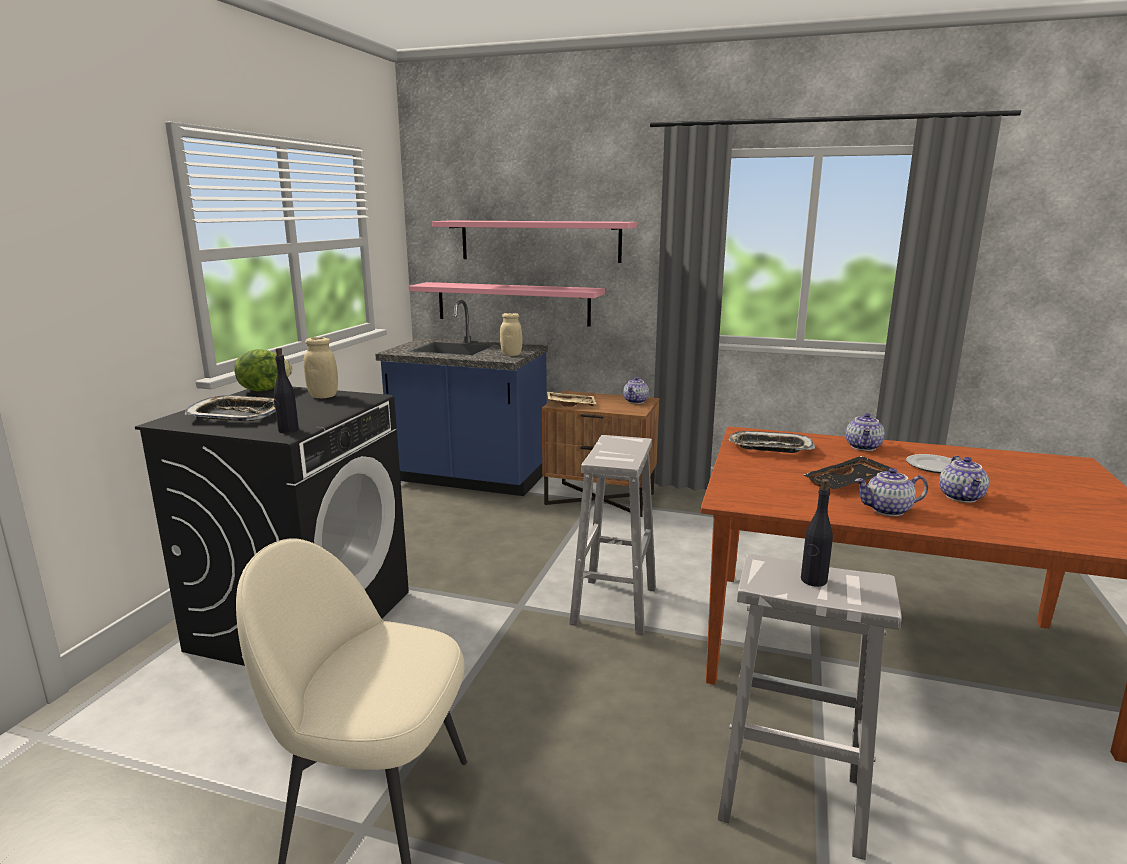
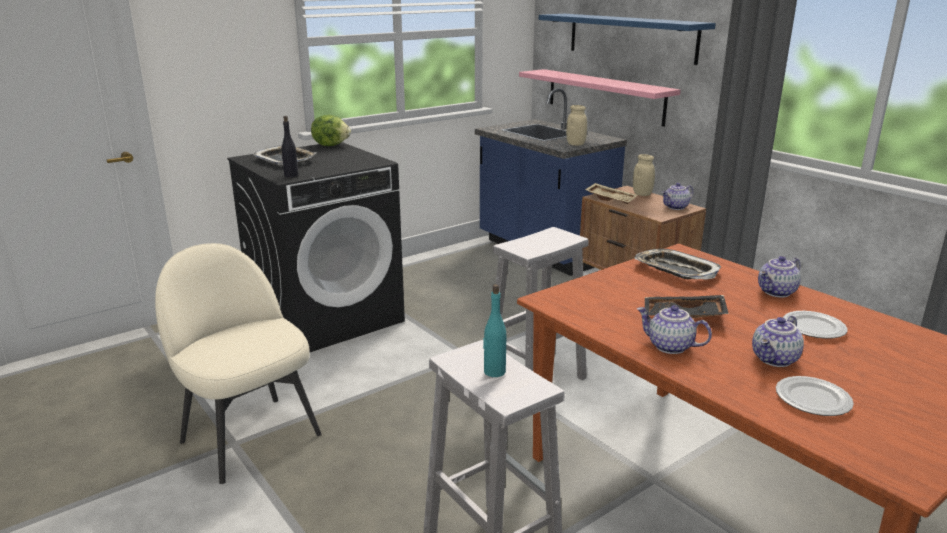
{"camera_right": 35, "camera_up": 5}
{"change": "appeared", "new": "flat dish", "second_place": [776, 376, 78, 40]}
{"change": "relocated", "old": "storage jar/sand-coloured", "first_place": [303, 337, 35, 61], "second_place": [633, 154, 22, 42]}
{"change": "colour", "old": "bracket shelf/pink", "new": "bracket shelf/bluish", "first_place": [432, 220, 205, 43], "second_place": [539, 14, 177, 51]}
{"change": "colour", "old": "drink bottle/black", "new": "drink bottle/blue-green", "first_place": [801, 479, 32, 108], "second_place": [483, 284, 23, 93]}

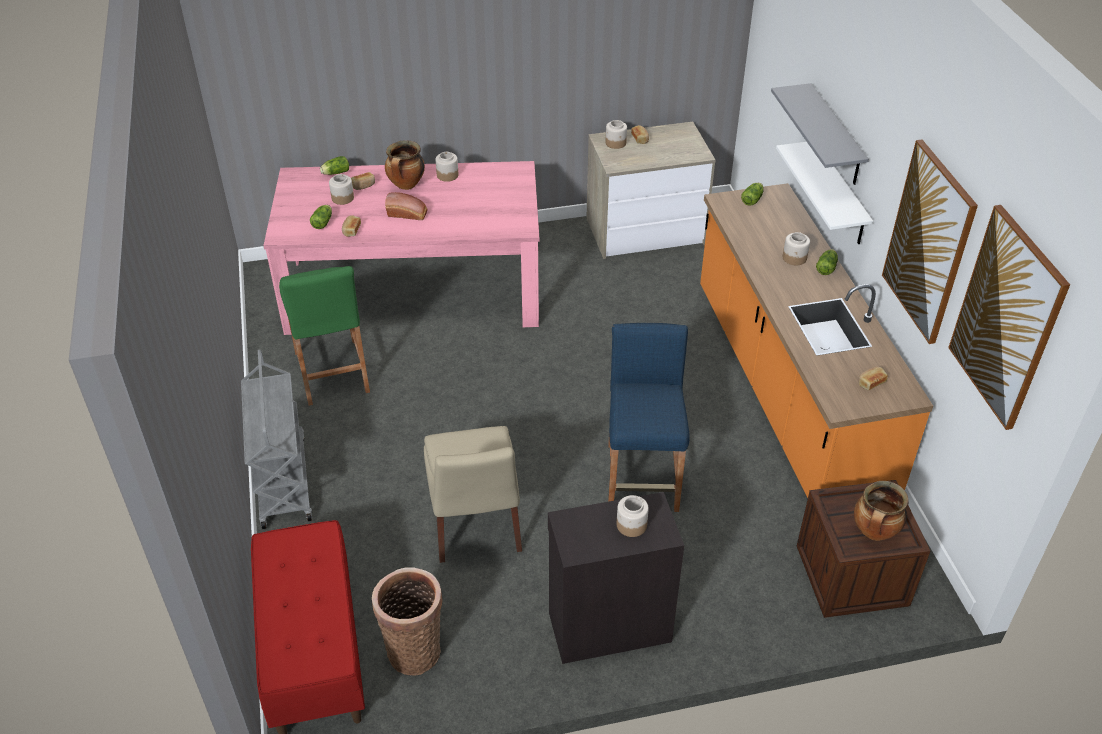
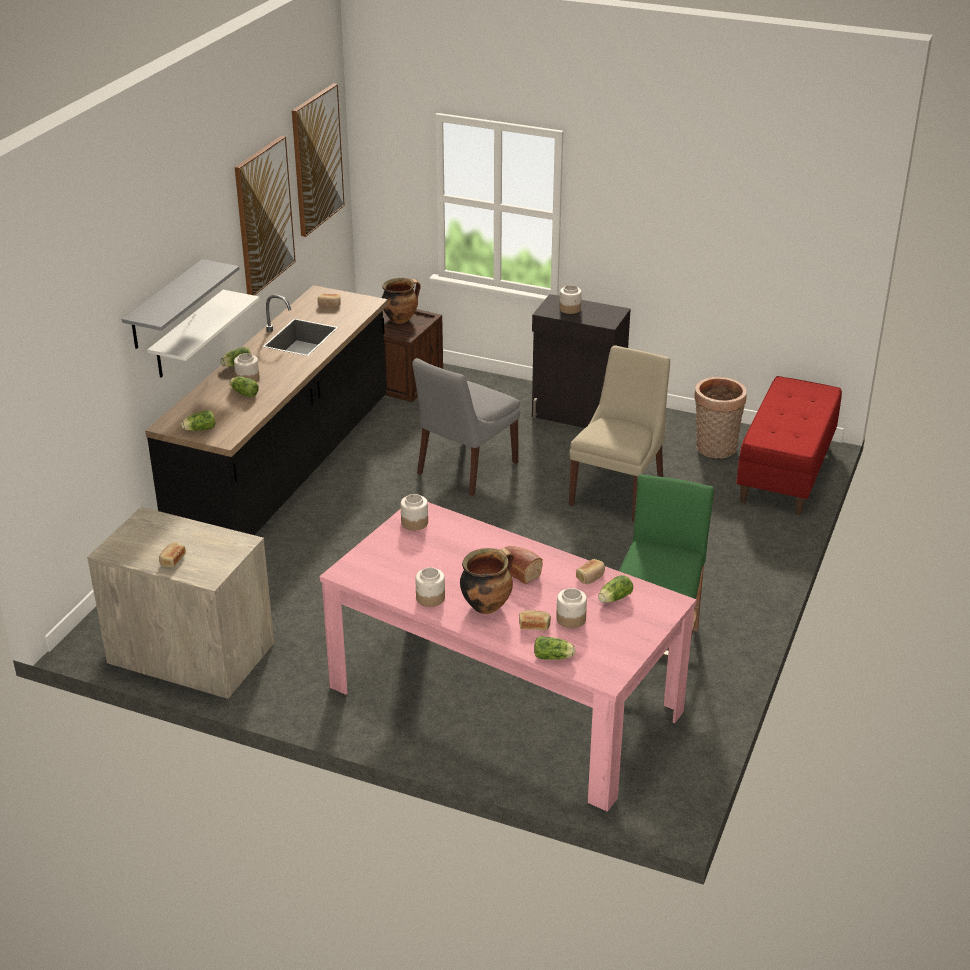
{"camera_right": -145, "camera_up": -10}
{"change": "missing", "old": "trolley/greyish", "first_place": [241, 349, 71, 180]}
{"change": "appeared", "new": "head of lettuce", "second_place": [229, 376, 30, 22]}
{"change": "relocated", "old": "storage jar", "first_place": [605, 120, 22, 29], "second_place": [401, 494, 27, 37]}
{"change": "exchanged", "old": "stool seat/bluish", "new": "chair/greyish", "first_place": [608, 323, 81, 189], "second_place": [412, 358, 108, 138]}
{"change": "colour", "old": "kitchen counter/orange-coloured", "new": "kitchen counter/black", "first_place": [700, 183, 233, 315], "second_place": [145, 285, 243, 250]}

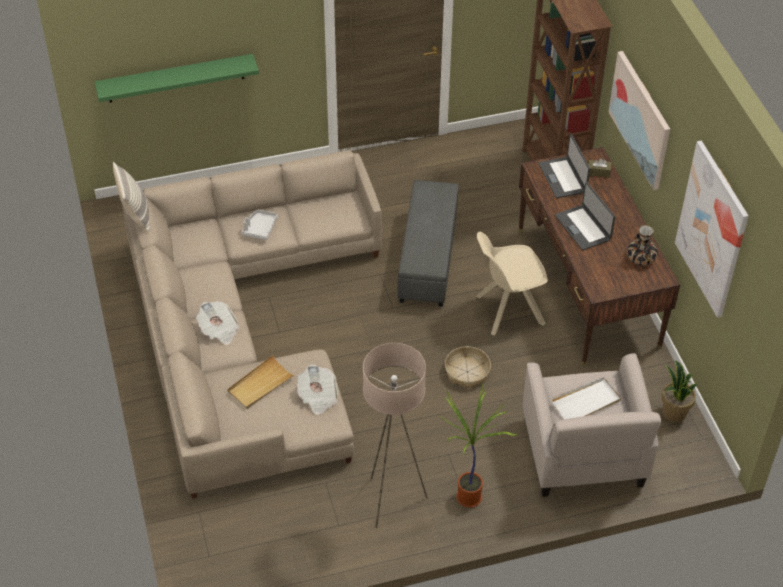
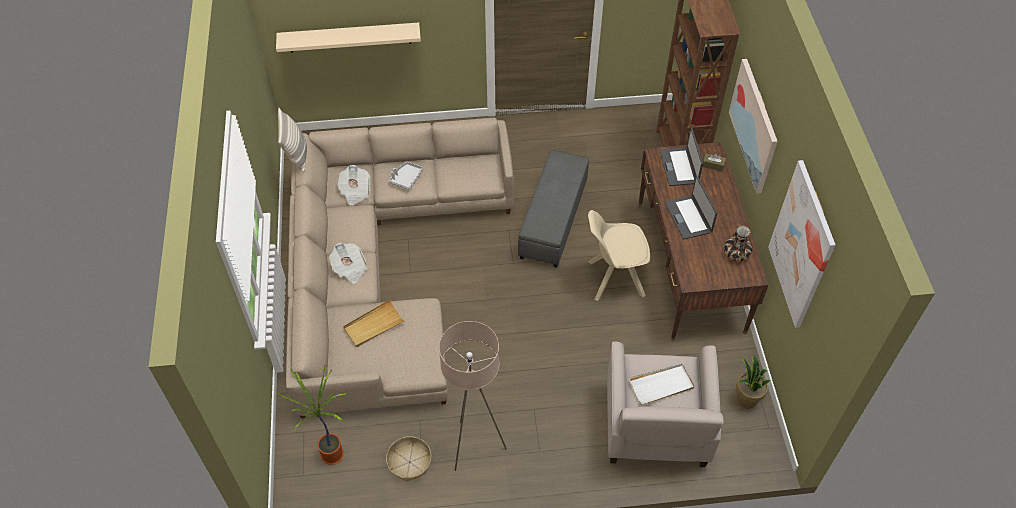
{"camera_right": 10, "camera_up": 5}
{"change": "relocated", "old": "daily paper", "first_place": [297, 364, 41, 51], "second_place": [337, 165, 34, 40]}
{"change": "relocated", "old": "houseplant", "first_place": [441, 383, 76, 125], "second_place": [275, 366, 71, 99]}
{"change": "relocated", "old": "household basket", "first_place": [445, 346, 46, 43], "second_place": [386, 436, 46, 46]}
{"change": "colour", "old": "bracket shelf/green", "new": "bracket shelf/sand-coloured", "first_place": [94, 54, 165, 49], "second_place": [276, 23, 145, 30]}

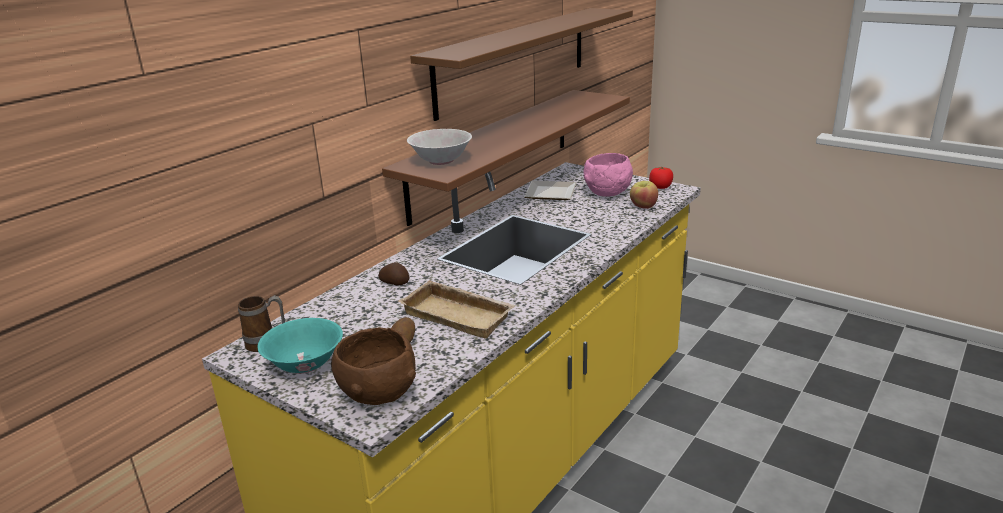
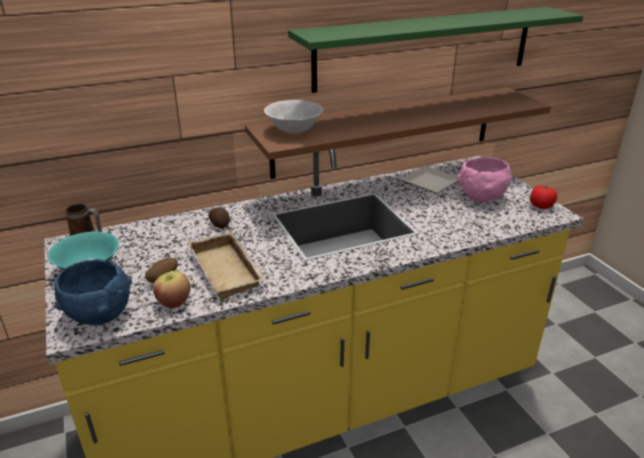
{"camera_right": 30, "camera_up": 5}
{"change": "relocated", "old": "whole apple", "first_place": [630, 181, 28, 28], "second_place": [153, 271, 38, 37]}
{"change": "colour", "old": "serving bowl/brown", "new": "serving bowl/bluish", "first_place": [331, 327, 85, 78], "second_place": [54, 259, 78, 67]}
{"change": "colour", "old": "bracket shelf/brown", "new": "bracket shelf/green", "first_place": [410, 8, 223, 113], "second_place": [288, 7, 295, 86]}

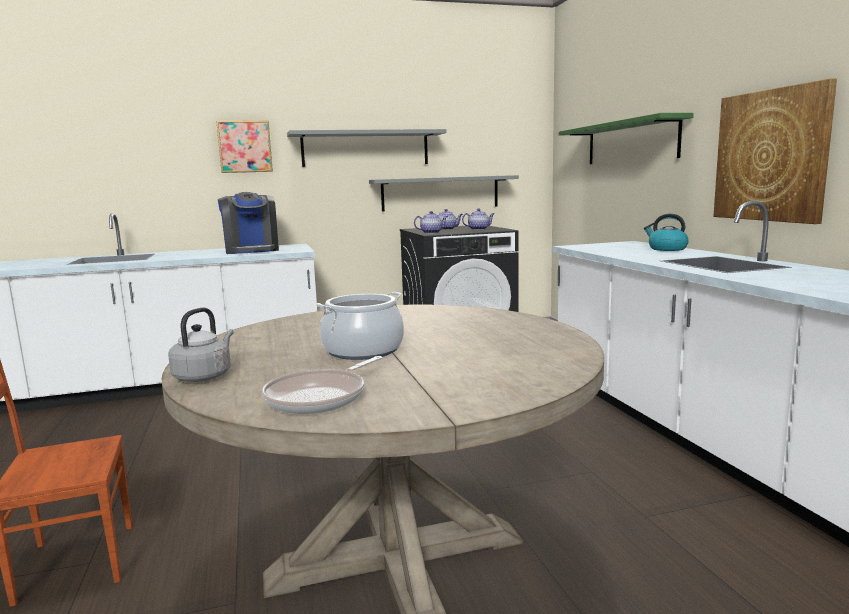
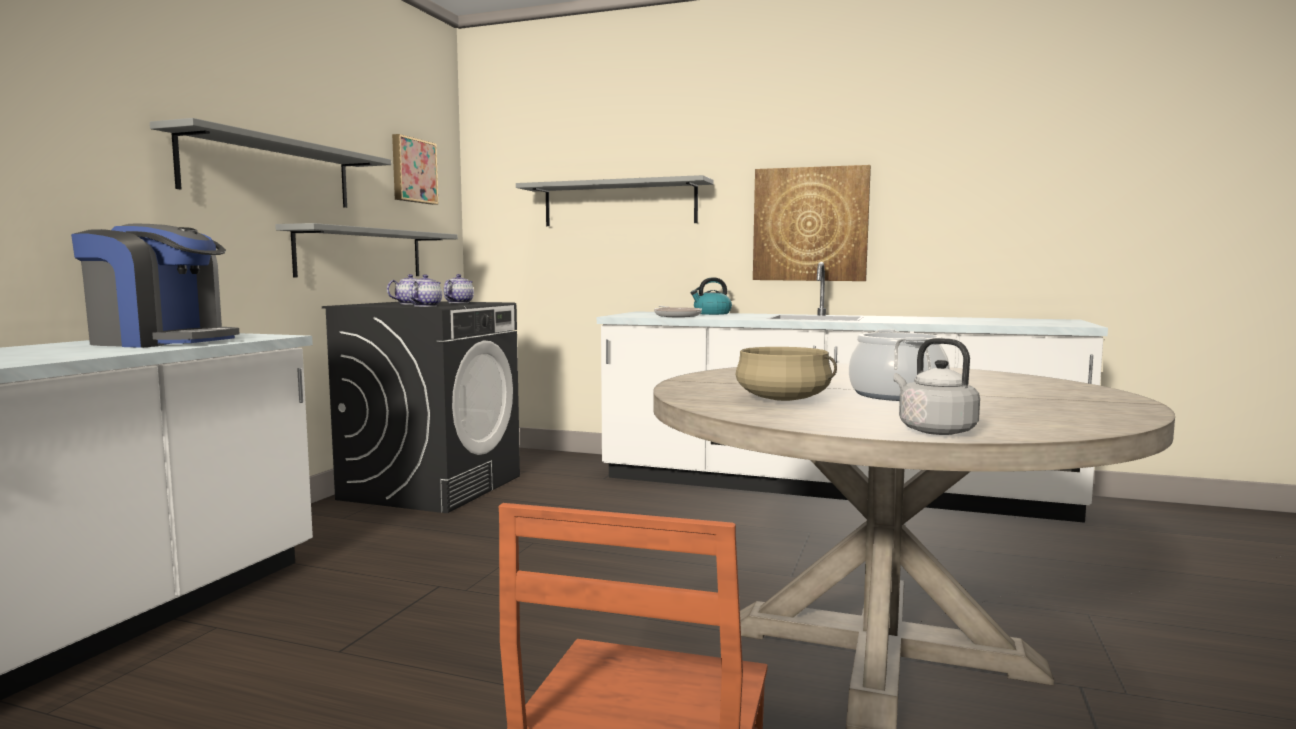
{"camera_right": -55, "camera_up": -5}
{"change": "appeared", "new": "cooking pot/sand-coloured", "second_place": [736, 347, 101, 54]}
{"change": "relocated", "old": "wall art", "first_place": [216, 121, 57, 52], "second_place": [392, 134, 46, 71]}
{"change": "relocated", "old": "pan", "first_place": [262, 356, 121, 58], "second_place": [654, 306, 48, 11]}
{"change": "colour", "old": "bracket shelf/green", "new": "bracket shelf/greyish", "first_place": [559, 113, 135, 51], "second_place": [516, 175, 197, 51]}

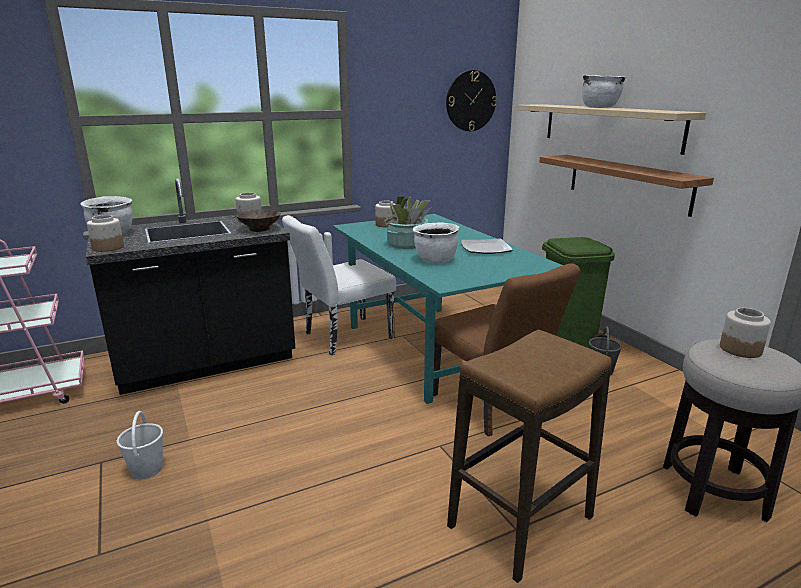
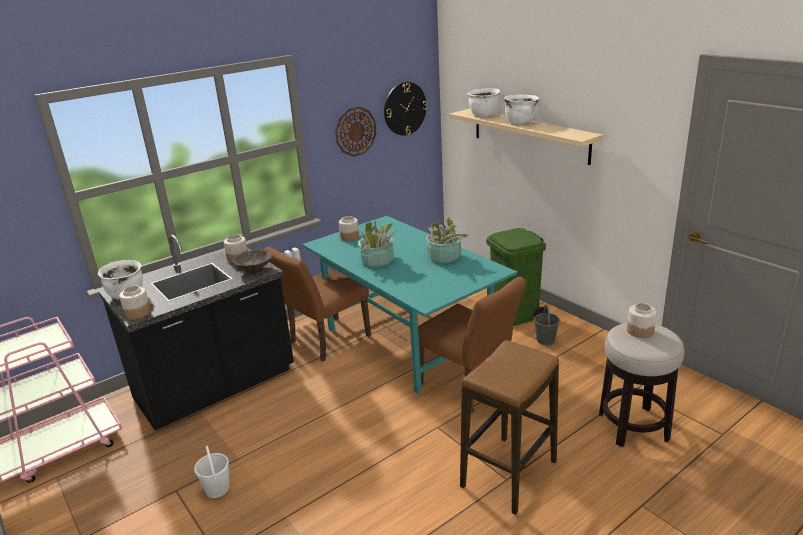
{"camera_right": -10, "camera_up": 5}
{"change": "missing", "old": "bracket shelf", "first_place": [539, 155, 175, 62]}
{"change": "appeared", "new": "wall clock", "second_place": [335, 106, 41, 51]}
{"change": "relocated", "old": "cooking pot/whitish", "first_place": [413, 222, 46, 41], "second_place": [467, 88, 33, 29]}
{"change": "exchanged", "old": "flat dish", "new": "houseplant", "first_place": [461, 238, 52, 16], "second_place": [425, 217, 46, 46]}
{"change": "colour", "old": "chair/whitish", "new": "chair/brown", "first_place": [282, 215, 114, 141], "second_place": [263, 247, 108, 114]}

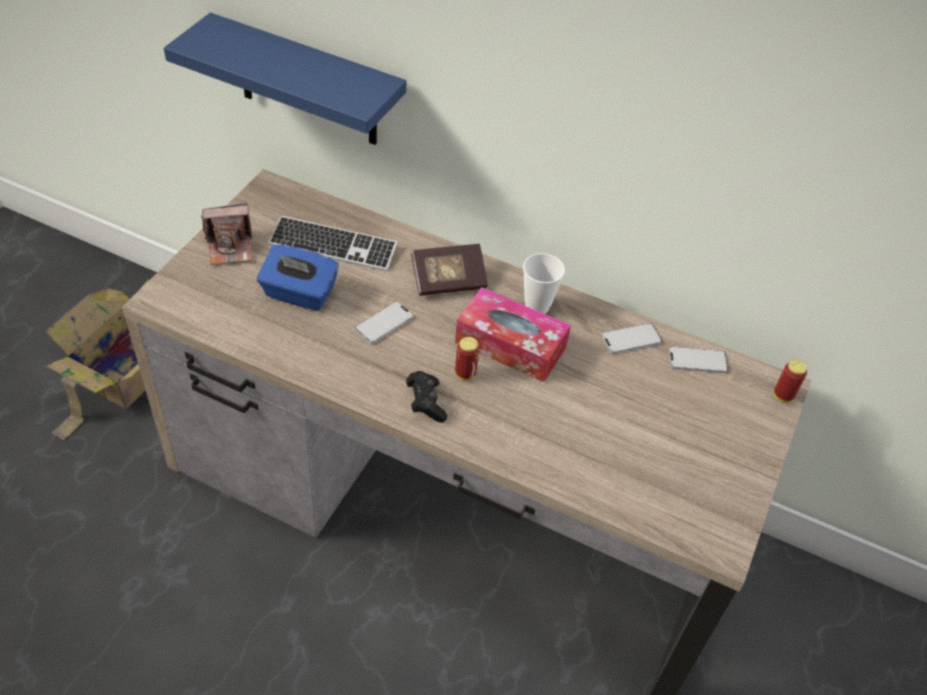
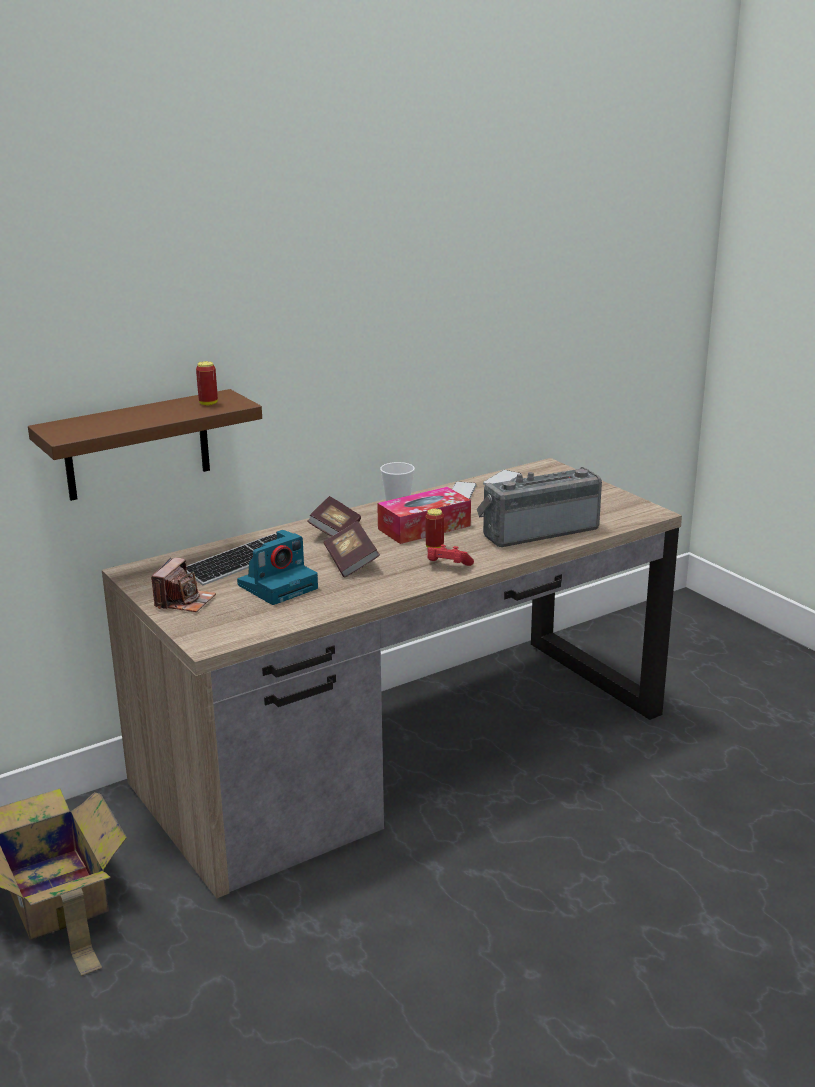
{"camera_right": -55, "camera_up": -25}
{"change": "appeared", "new": "radio receiver", "second_place": [477, 467, 125, 80]}
{"change": "relocated", "old": "sealed can", "first_place": [774, 360, 33, 42], "second_place": [196, 361, 22, 45]}
{"change": "exchanged", "old": "tissue holder/bluish", "new": "still camera", "first_place": [257, 245, 82, 66], "second_place": [237, 530, 81, 75]}
{"change": "exchanged", "old": "phone", "new": "book", "first_place": [355, 301, 58, 43], "second_place": [324, 521, 56, 57]}
{"change": "colour", "old": "bracket shelf/bluish", "new": "bracket shelf/brown", "first_place": [164, 13, 242, 132], "second_place": [28, 389, 234, 112]}
{"change": "colour", "old": "joypad/black", "new": "joypad/reddish", "first_place": [406, 371, 41, 52], "second_place": [427, 544, 47, 22]}

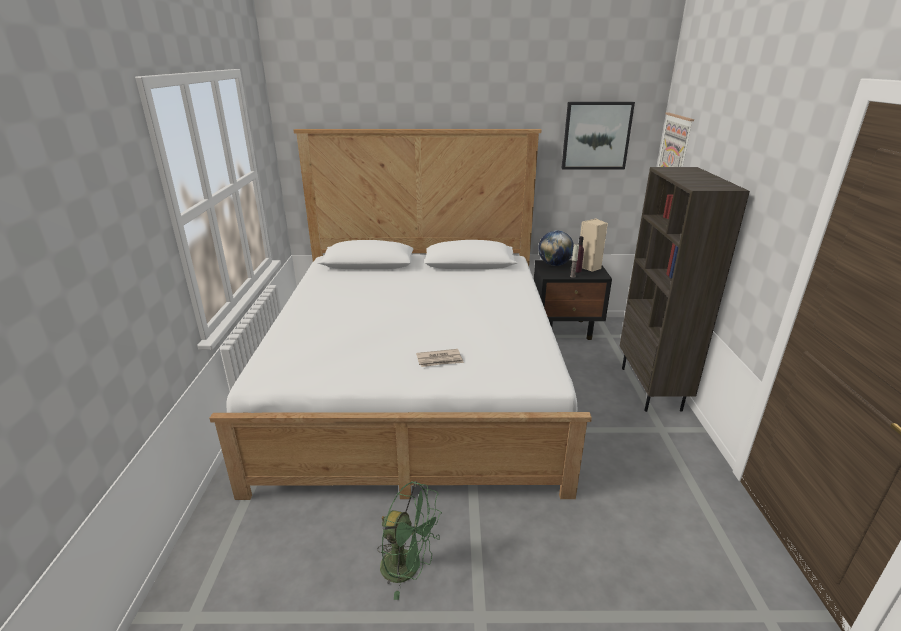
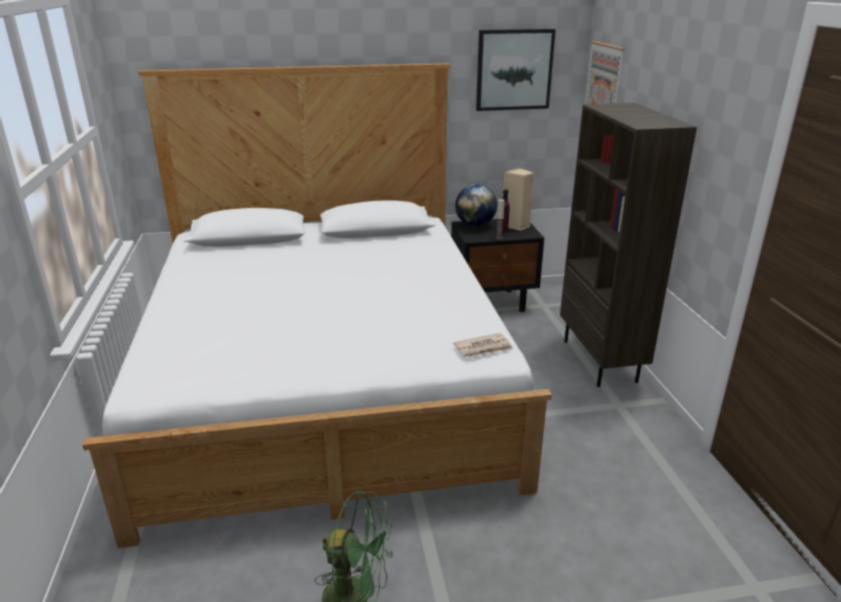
{"camera_right": -10, "camera_up": 0}
{"change": "relocated", "old": "daily paper", "first_place": [416, 349, 48, 18], "second_place": [453, 333, 60, 25]}

